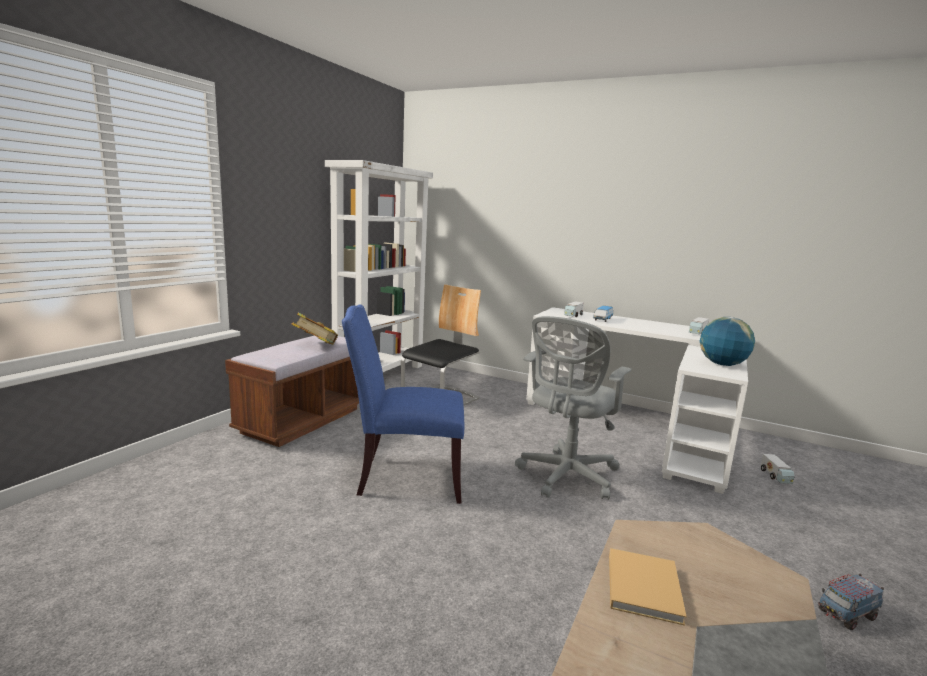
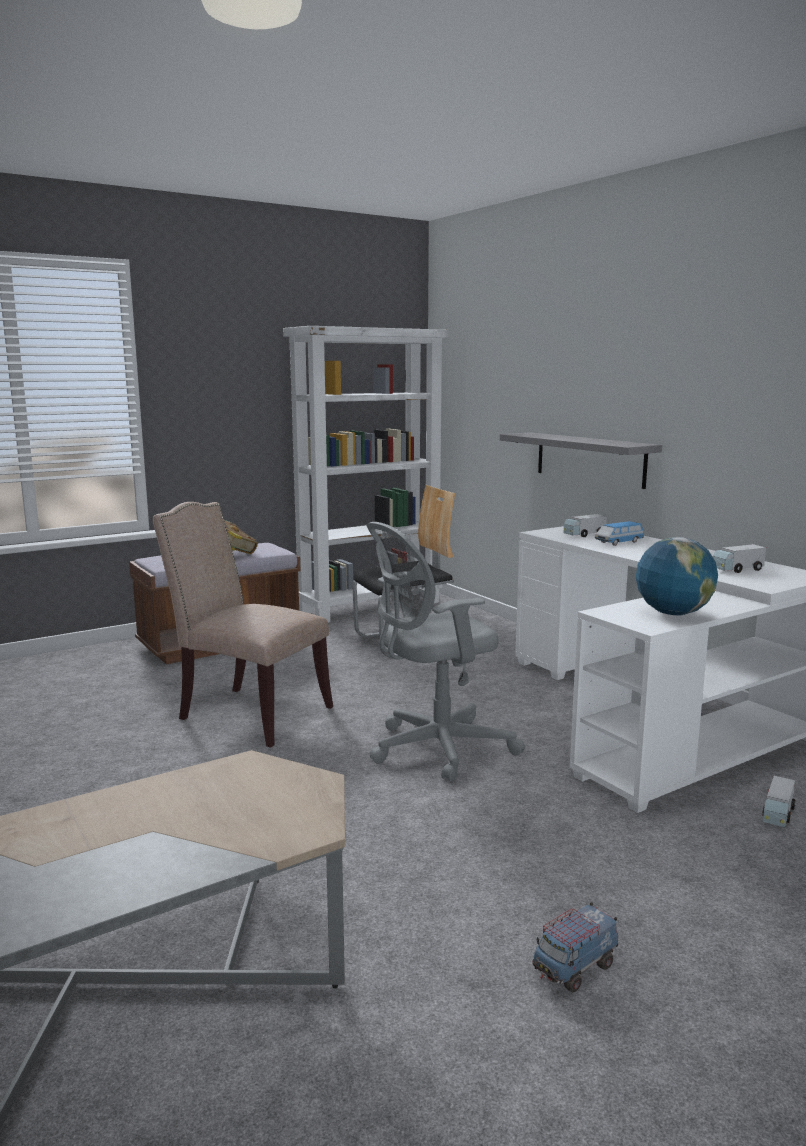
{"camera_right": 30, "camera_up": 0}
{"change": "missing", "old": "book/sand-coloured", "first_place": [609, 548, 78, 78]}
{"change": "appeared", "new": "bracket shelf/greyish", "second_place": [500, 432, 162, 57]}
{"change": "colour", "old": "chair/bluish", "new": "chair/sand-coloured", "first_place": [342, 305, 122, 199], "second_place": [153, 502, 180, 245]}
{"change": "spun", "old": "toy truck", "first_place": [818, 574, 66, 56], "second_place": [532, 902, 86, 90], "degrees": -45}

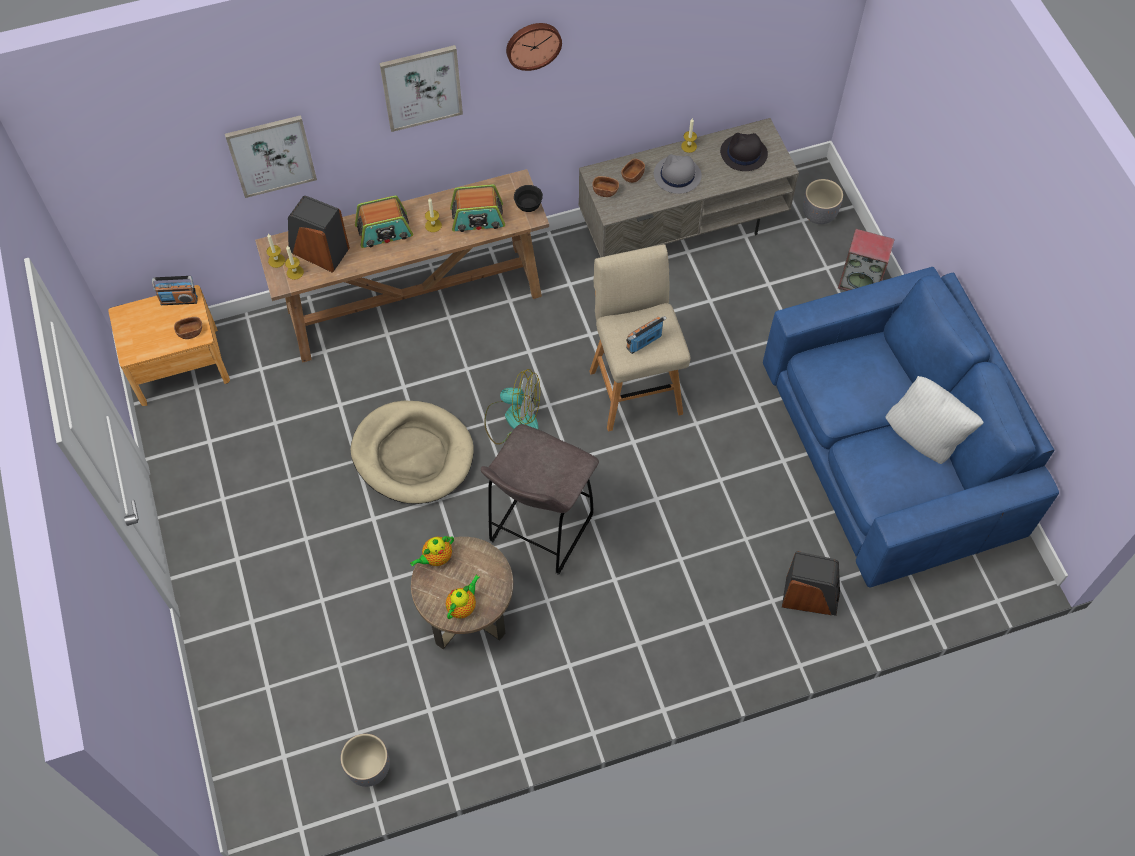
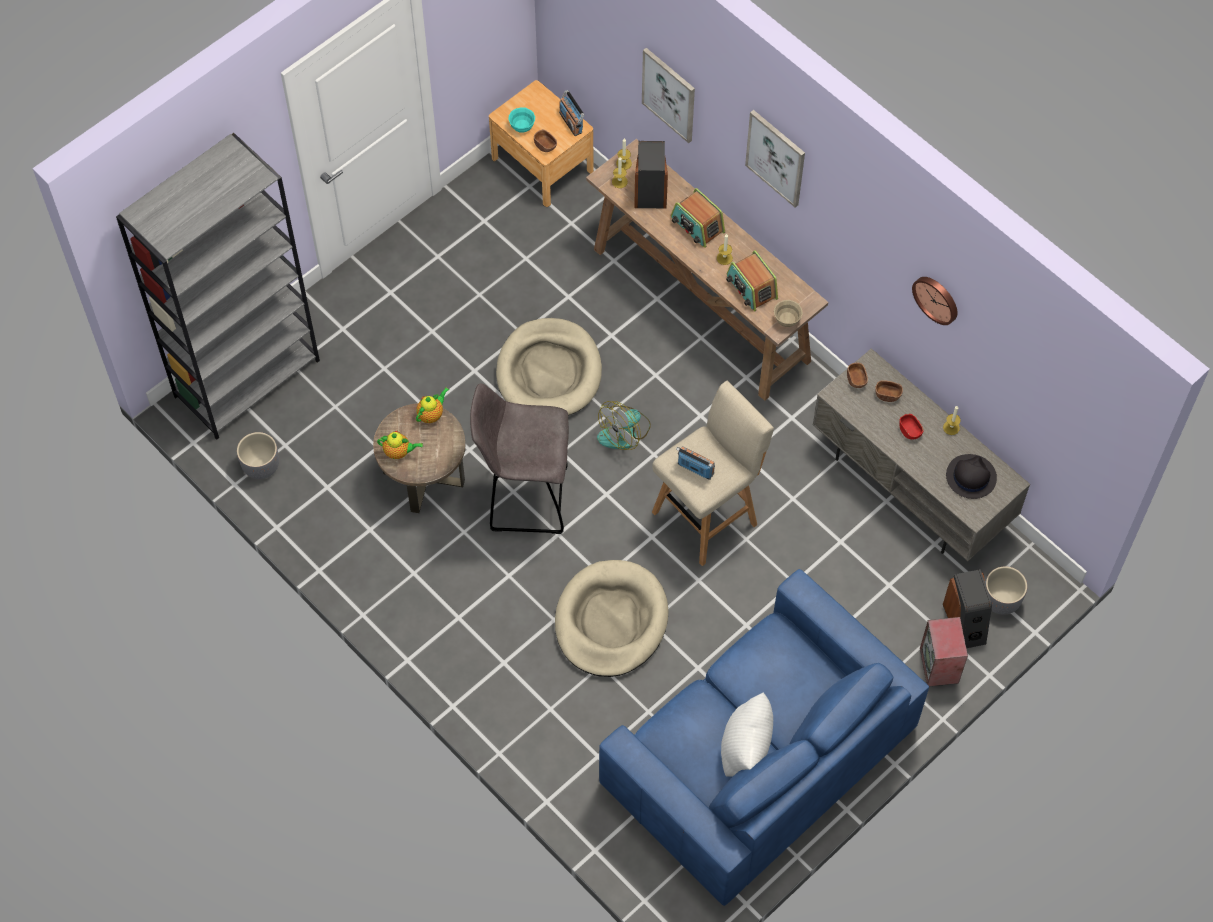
{"camera_right": 65, "camera_up": 0}
{"change": "appeared", "new": "bookcase/greyish", "second_place": [116, 133, 204, 307]}
{"change": "appeared", "new": "serving bowl/blue-green", "second_place": [509, 108, 26, 25]}
{"change": "appeared", "new": "pet bed/sand-coloured", "second_place": [555, 560, 114, 117]}
{"change": "relocated", "old": "wall clock", "first_place": [506, 23, 56, 48], "second_place": [912, 277, 45, 48]}
{"change": "relocated", "old": "audio speaker", "first_place": [782, 551, 58, 65], "second_place": [943, 569, 49, 79]}
{"change": "exchanged", "old": "clothing hat/greyish", "new": "serving bowl/reddish", "first_place": [654, 154, 48, 40], "second_place": [899, 414, 25, 25]}
{"change": "colour", "old": "serving bowl/black", "new": "serving bowl/sand-coloured", "first_place": [514, 185, 29, 27], "second_place": [774, 300, 29, 27]}
{"change": "spun", "old": "teapot", "first_place": [410, 536, 44, 31], "second_place": [416, 387, 33, 36], "degrees": 105}
{"change": "spun", "old": "fan", "first_place": [484, 369, 56, 76], "second_place": [597, 401, 54, 49], "degrees": 60}

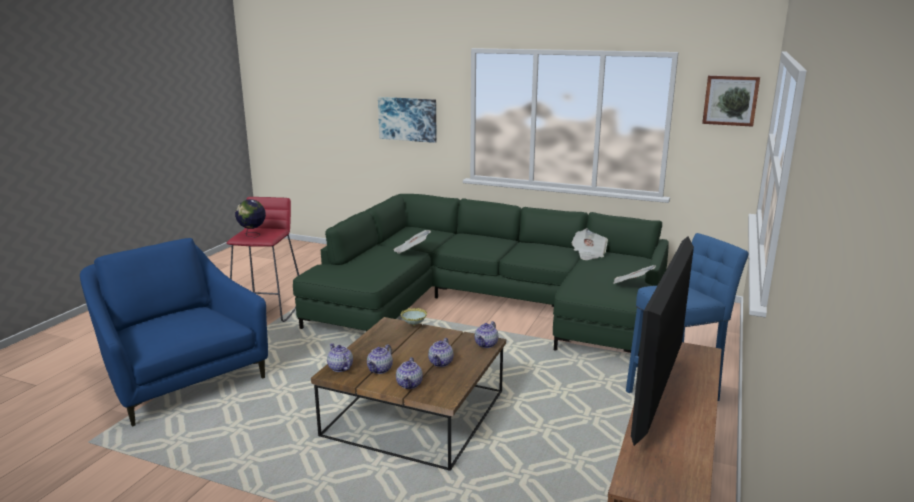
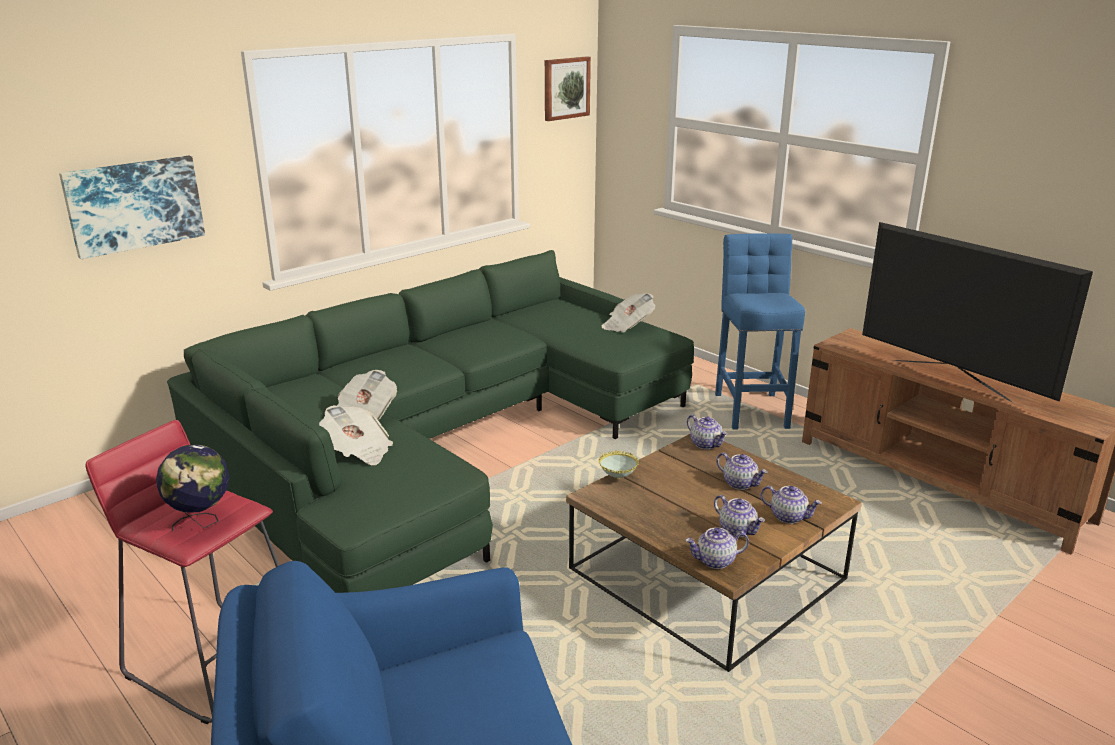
{"camera_right": -65, "camera_up": 5}
{"change": "relocated", "old": "daily paper", "first_place": [571, 228, 37, 32], "second_place": [319, 405, 74, 60]}

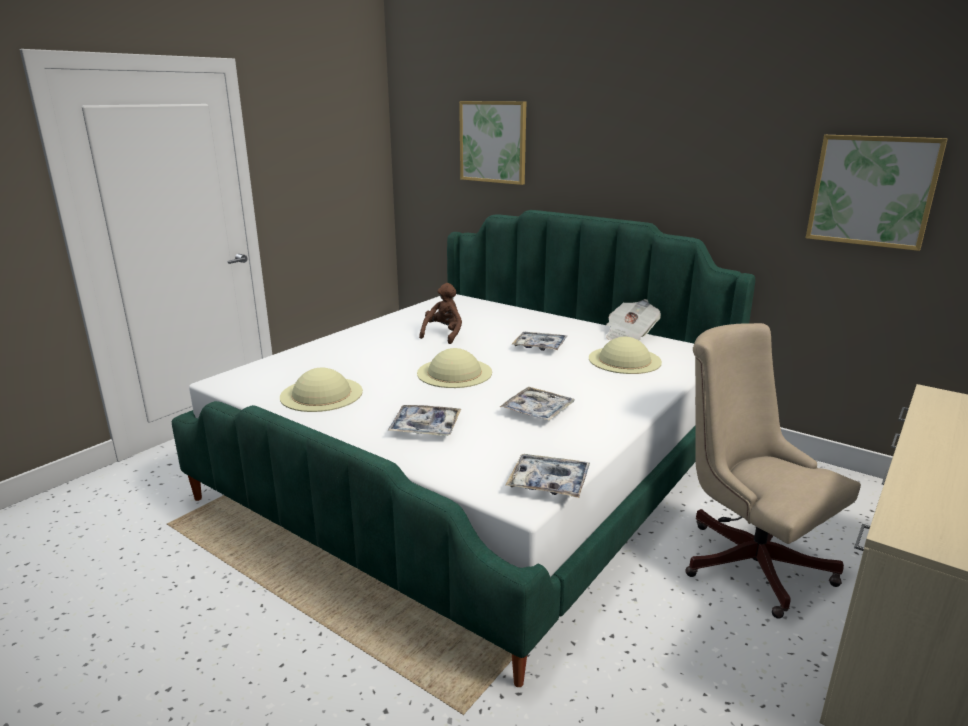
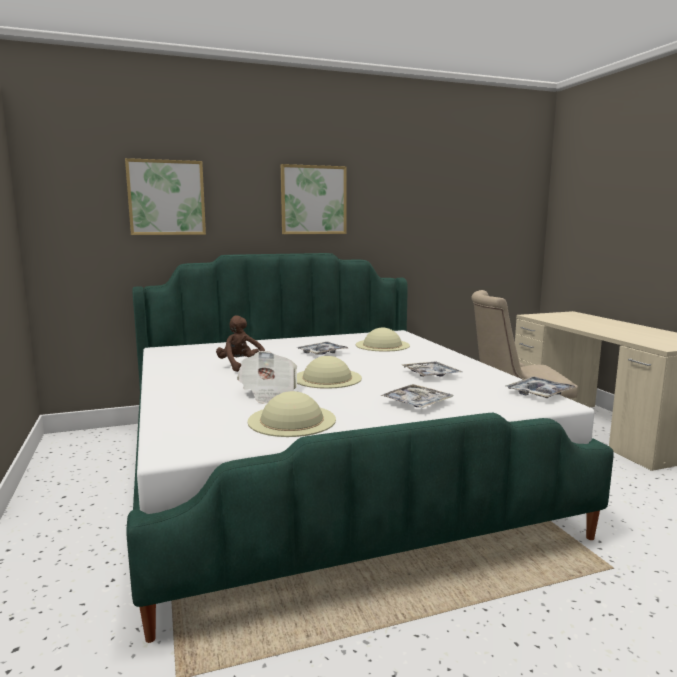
{"camera_right": -55, "camera_up": -10}
{"change": "relocated", "old": "daily paper", "first_place": [606, 299, 55, 42], "second_place": [237, 351, 60, 53]}
{"change": "relocated", "old": "wall art", "first_place": [806, 135, 142, 116], "second_place": [281, 164, 66, 70]}

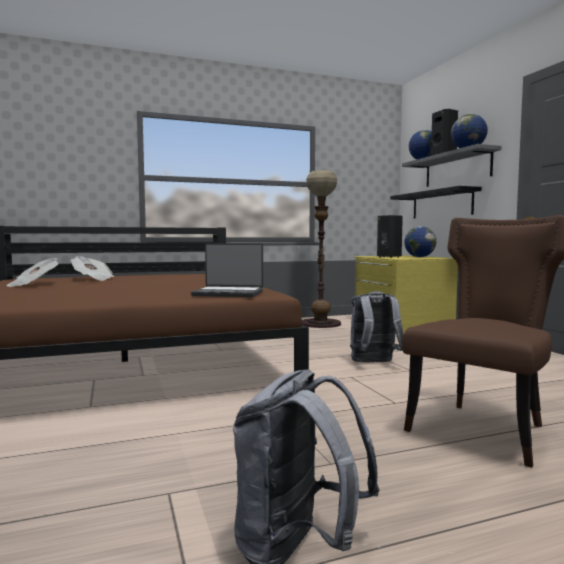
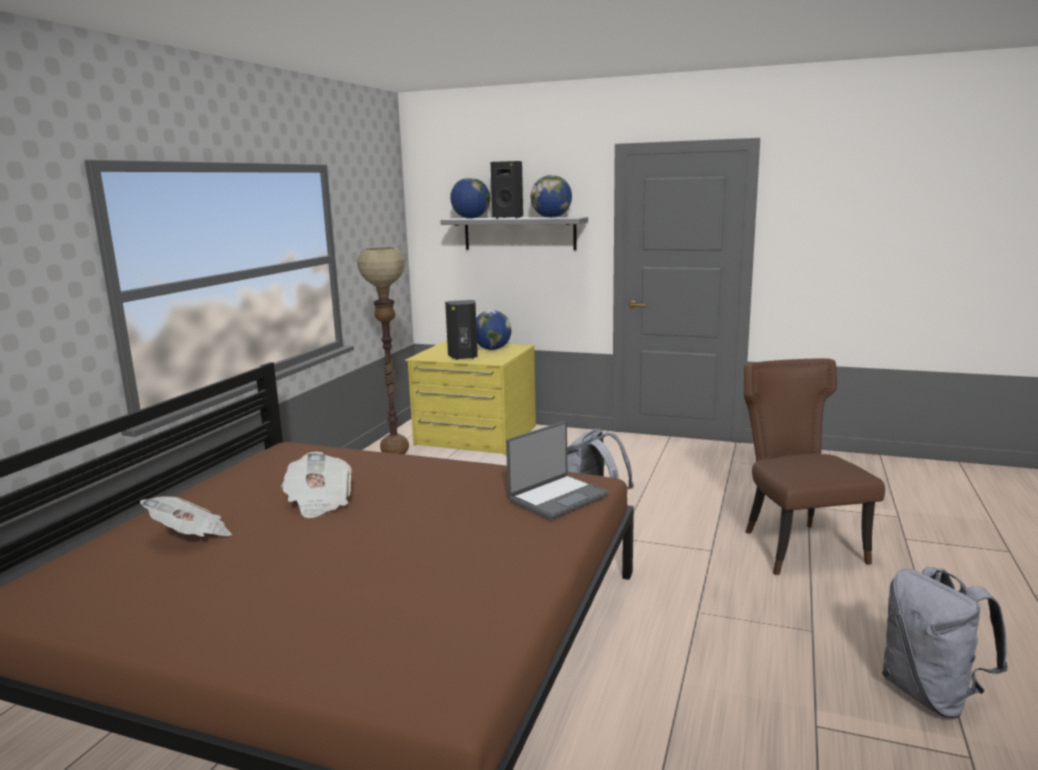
{"camera_right": -50, "camera_up": 10}
{"change": "missing", "old": "bracket shelf/black", "first_place": [390, 186, 92, 33]}
{"change": "relocated", "old": "daily paper", "first_place": [6, 258, 52, 29], "second_place": [281, 452, 71, 66]}

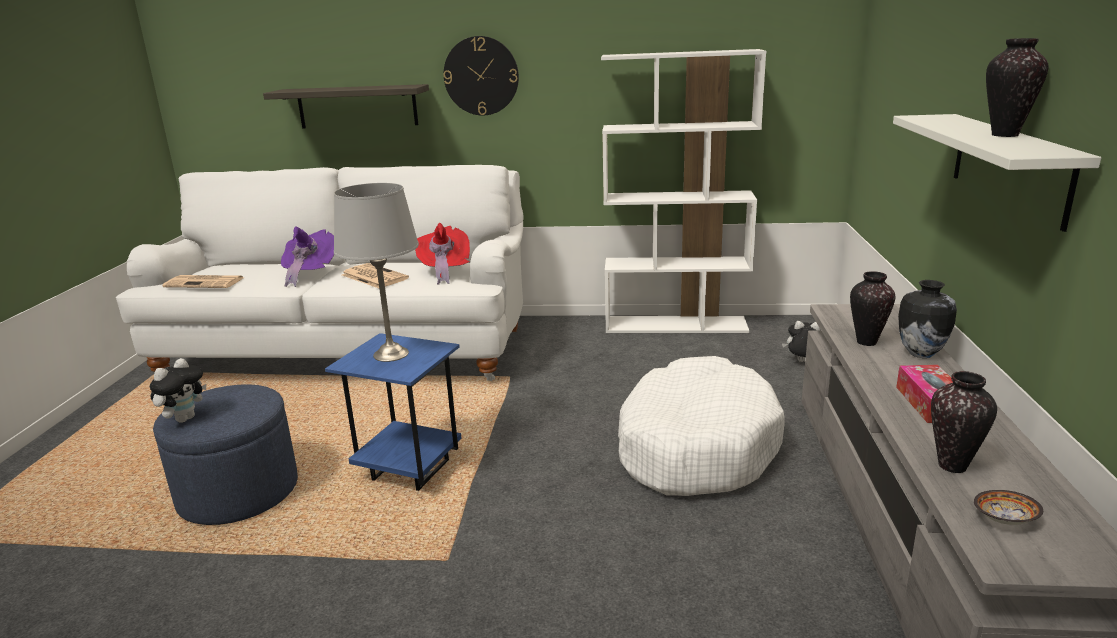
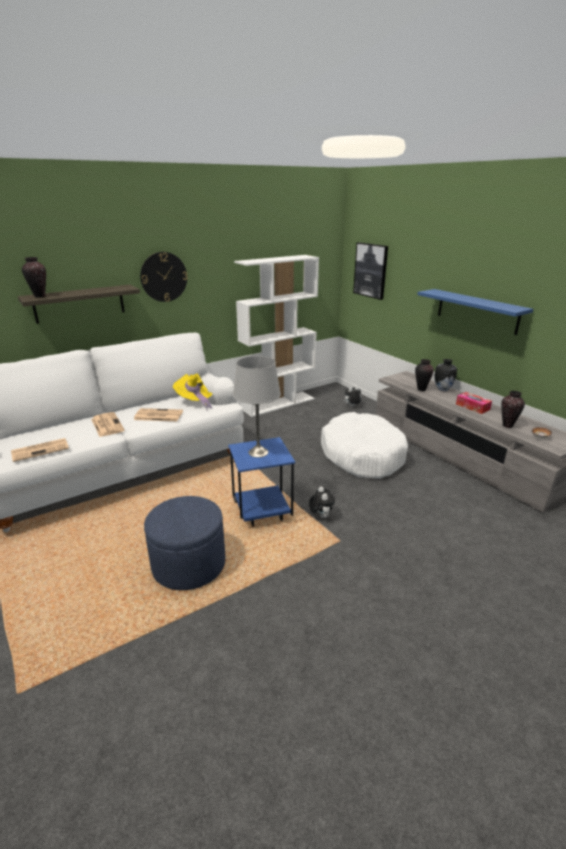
{"camera_right": -40, "camera_up": 5}
{"change": "appeared", "new": "wall art", "second_place": [353, 242, 35, 58]}
{"change": "relocated", "old": "cuddly toy", "first_place": [150, 358, 57, 65], "second_place": [309, 486, 26, 32]}
{"change": "relocated", "old": "vase", "first_place": [986, 38, 63, 99], "second_place": [22, 257, 24, 41]}
{"change": "exchanged", "old": "clothing hat/purplish", "new": "daily paper", "first_place": [281, 227, 53, 60], "second_place": [91, 412, 34, 25]}
{"change": "colour", "old": "clothing hat/reddish", "new": "clothing hat/yellow-coloured", "first_place": [415, 223, 55, 62], "second_place": [173, 373, 39, 37]}
{"change": "colour", "old": "bracket shelf/whitish", "new": "bracket shelf/bluish", "first_place": [893, 114, 208, 118], "second_place": [417, 289, 116, 46]}

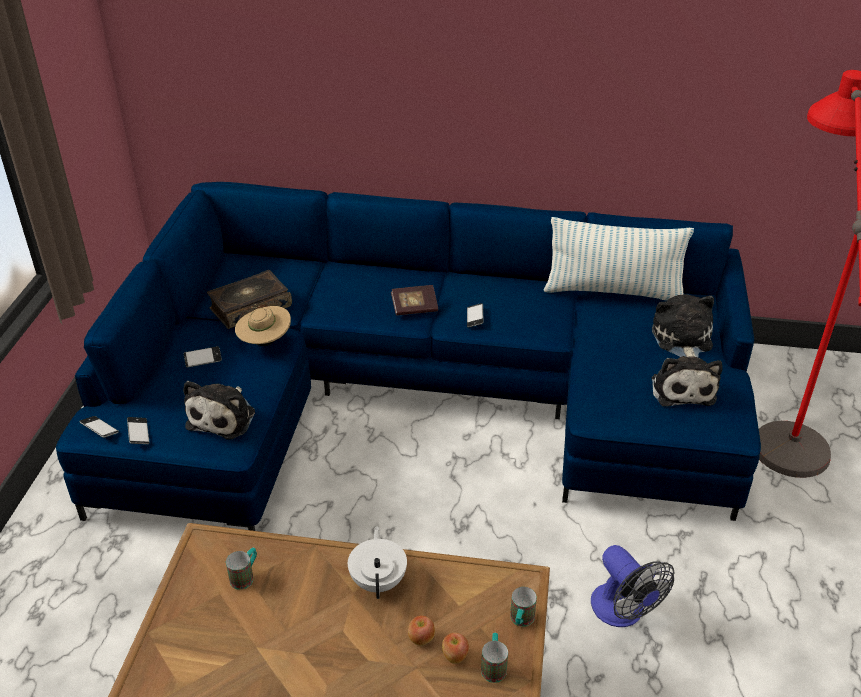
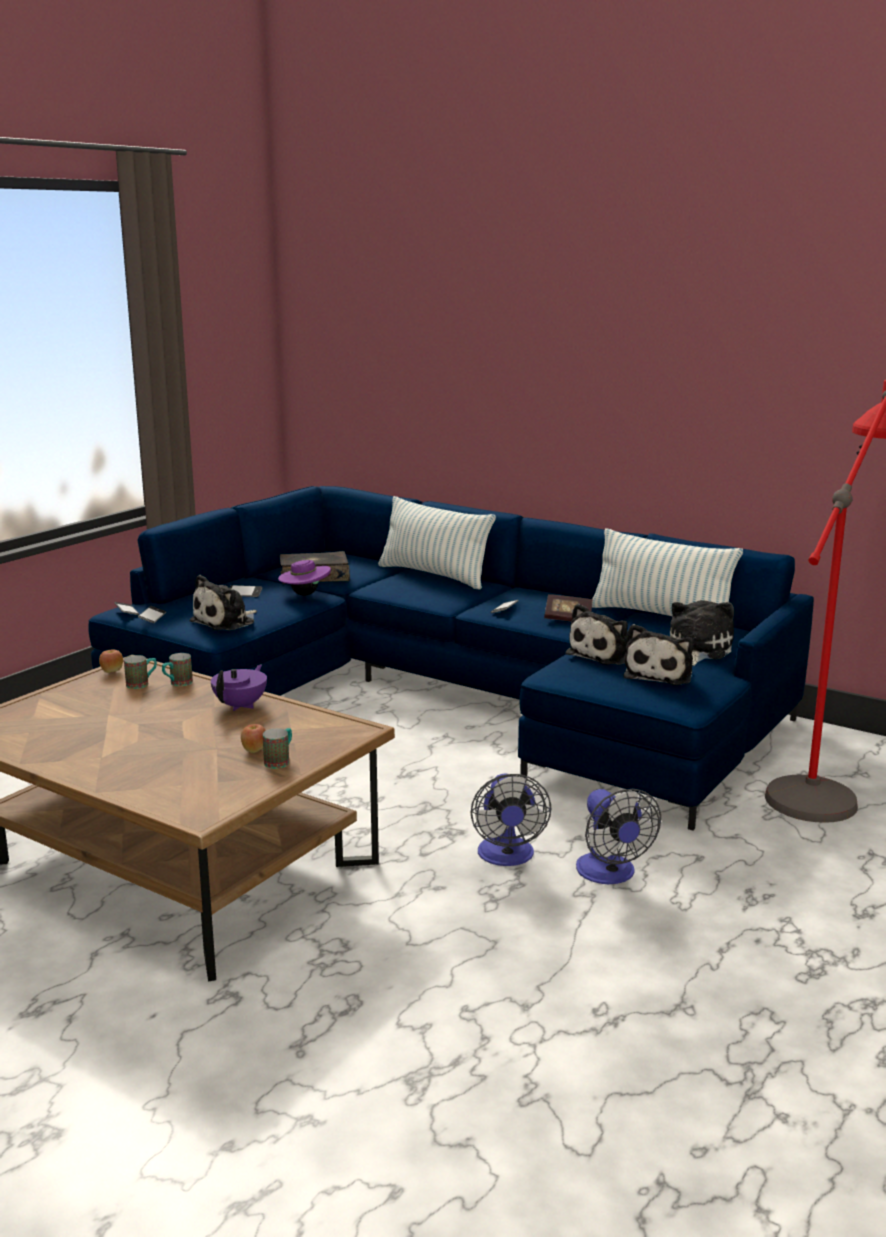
{"camera_right": 25, "camera_up": -20}
{"change": "appeared", "new": "cushion", "second_place": [378, 496, 118, 93]}
{"change": "appeared", "new": "cuddly toy", "second_place": [566, 604, 62, 61]}
{"change": "appeared", "new": "fan", "second_place": [576, 789, 85, 95]}
{"change": "relocated", "old": "book", "first_place": [391, 285, 47, 31], "second_place": [544, 594, 49, 28]}
{"change": "relocated", "old": "whole apple", "first_place": [408, 616, 27, 30], "second_place": [99, 649, 24, 24]}
{"change": "relocated", "old": "mug", "first_place": [510, 587, 27, 40], "second_place": [162, 653, 31, 33]}
{"change": "colour", "old": "clothing hat/sand-coloured", "new": "clothing hat/purplish", "first_place": [235, 304, 56, 42], "second_place": [278, 557, 53, 39]}
{"change": "colour", "old": "teapot/whitish", "new": "teapot/purplish", "first_place": [348, 526, 59, 73], "second_place": [211, 665, 56, 46]}

